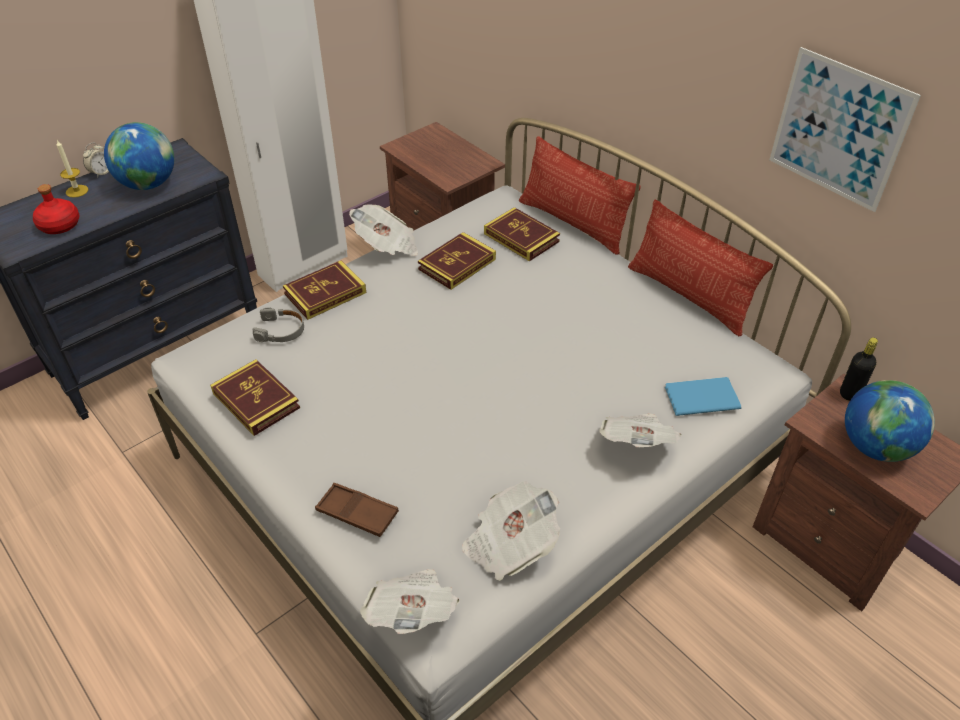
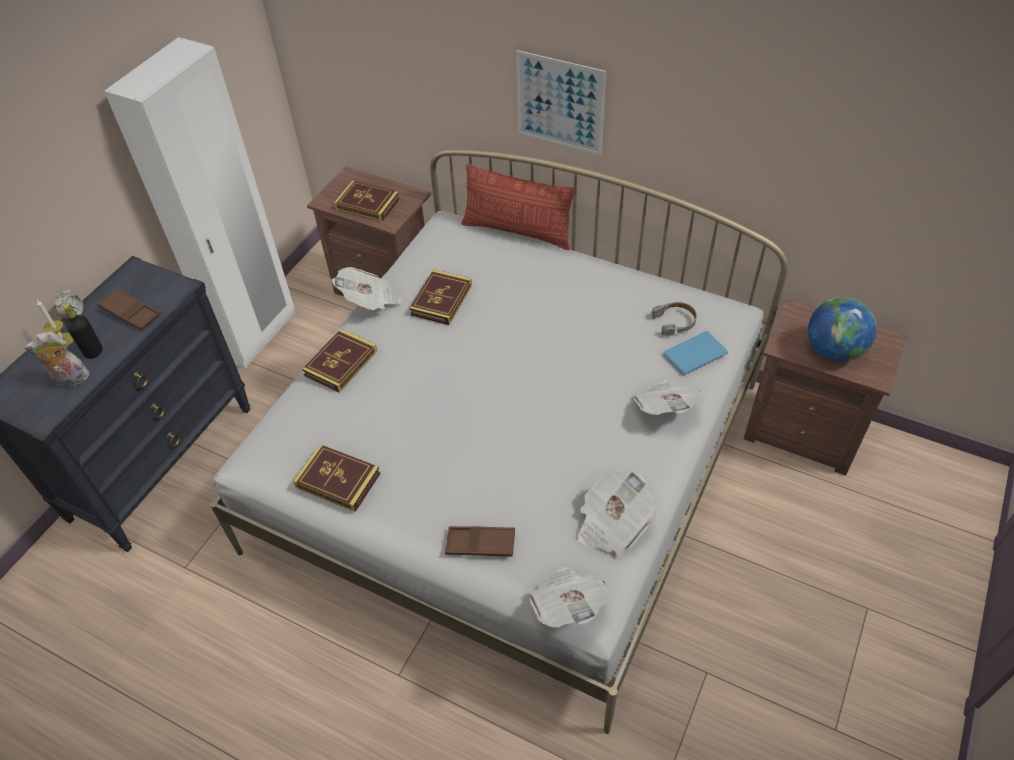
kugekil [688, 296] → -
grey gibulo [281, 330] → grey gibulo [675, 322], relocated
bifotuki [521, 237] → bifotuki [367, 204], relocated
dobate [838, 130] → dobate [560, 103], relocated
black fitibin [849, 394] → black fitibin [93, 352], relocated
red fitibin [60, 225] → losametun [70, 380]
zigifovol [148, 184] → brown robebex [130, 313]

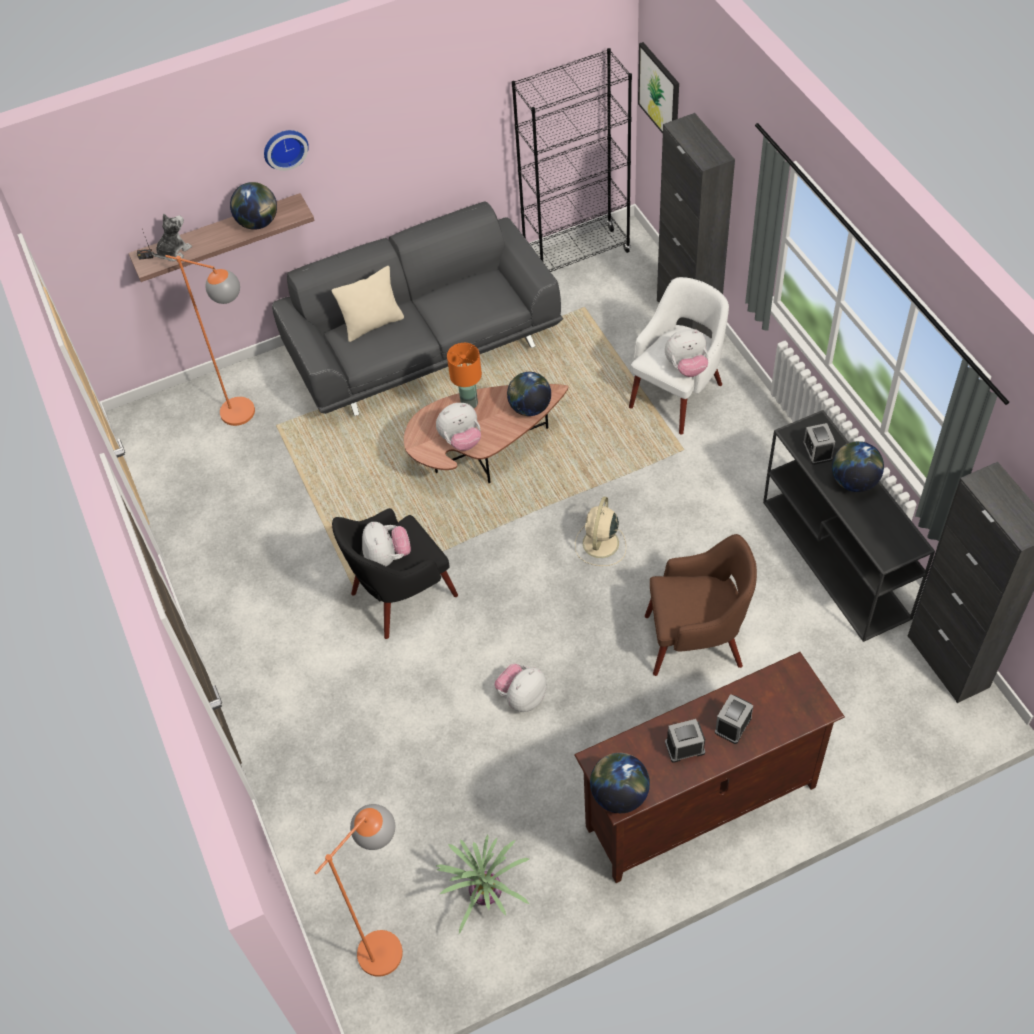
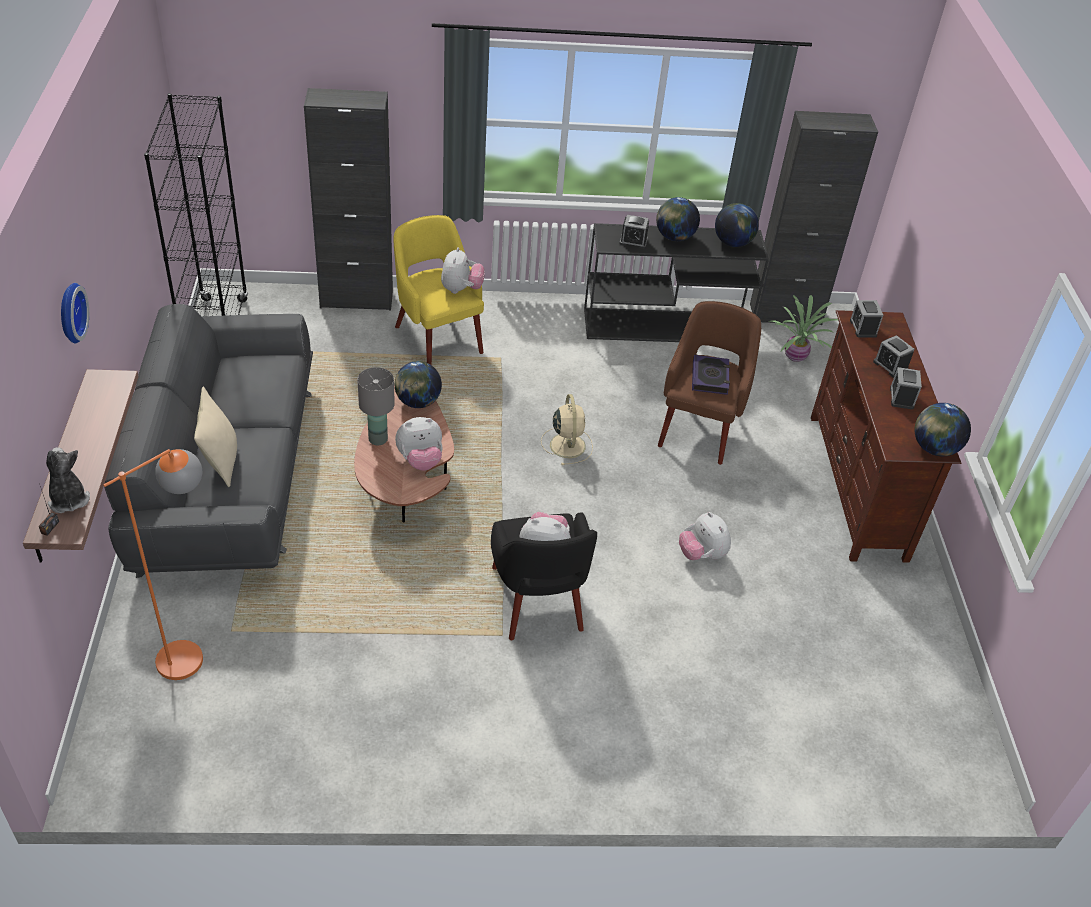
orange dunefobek [390, 940] → -
dobate [660, 93] → -
- → bifotuki [710, 378]
- → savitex [863, 328]
zigifovol [258, 223] → zigifovol [733, 242], relocated
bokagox [484, 894] → bokagox [796, 357], relocated
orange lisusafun [469, 403] → grey lisusafun [378, 439]
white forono [678, 394] → yellow forono [437, 337]
losametun [461, 440] → losametun [420, 460], 75 degrees clockwise
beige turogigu [600, 544] → beige turogigu [567, 444], 135 degrees counterclockwise

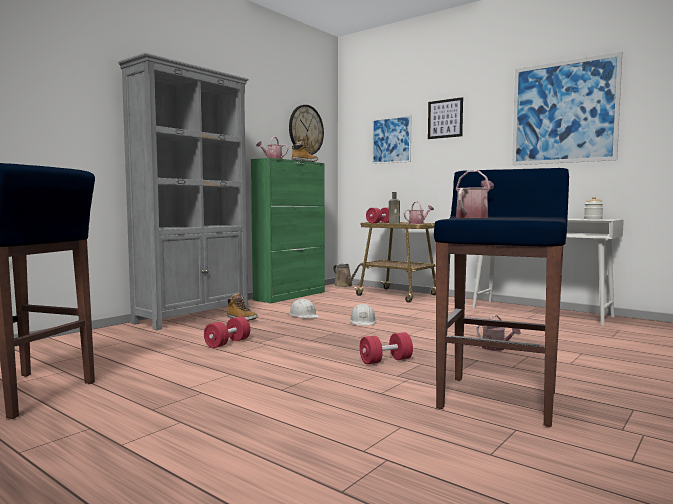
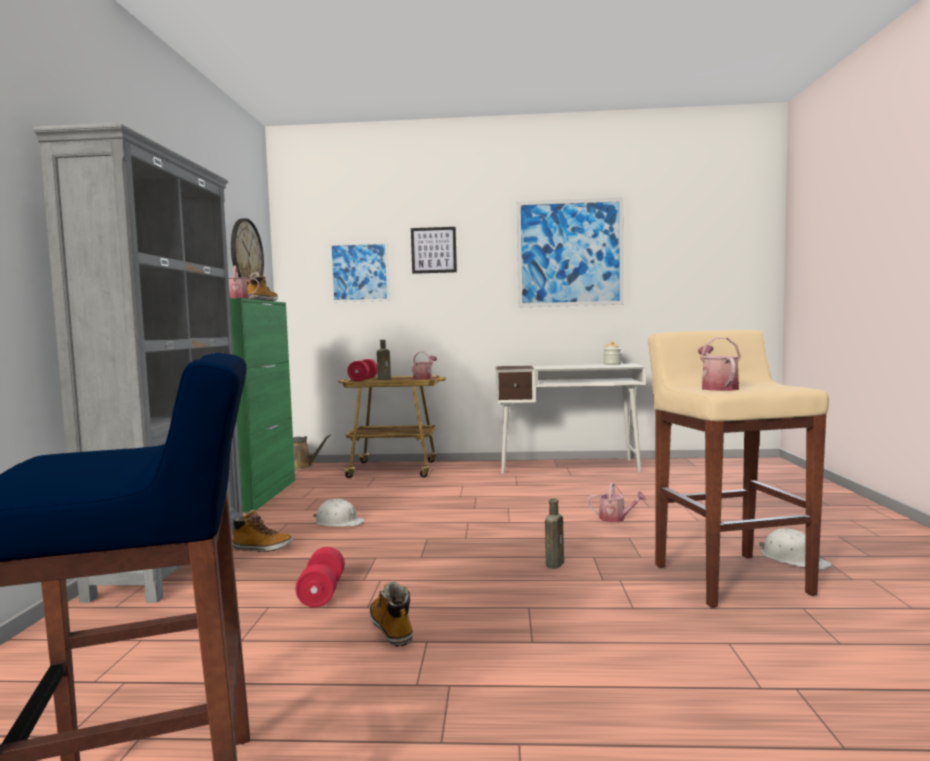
- → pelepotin [391, 629]
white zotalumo [363, 321] → white zotalumo [793, 559], relocated
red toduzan [385, 361] → brown fitibin [555, 563]
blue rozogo [498, 399] → beige rozogo [729, 578]

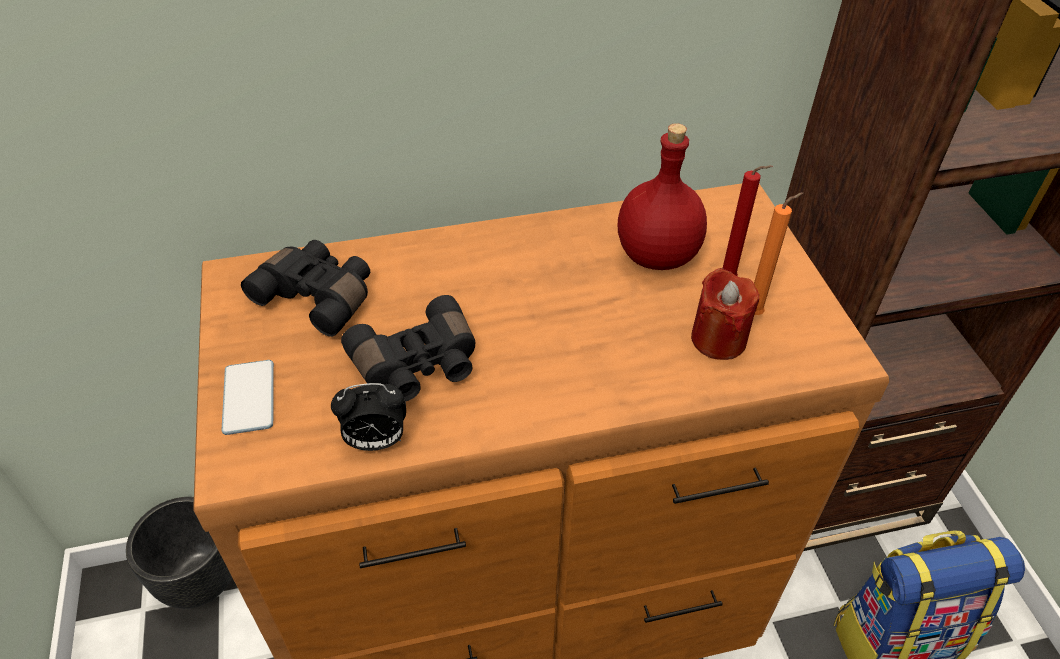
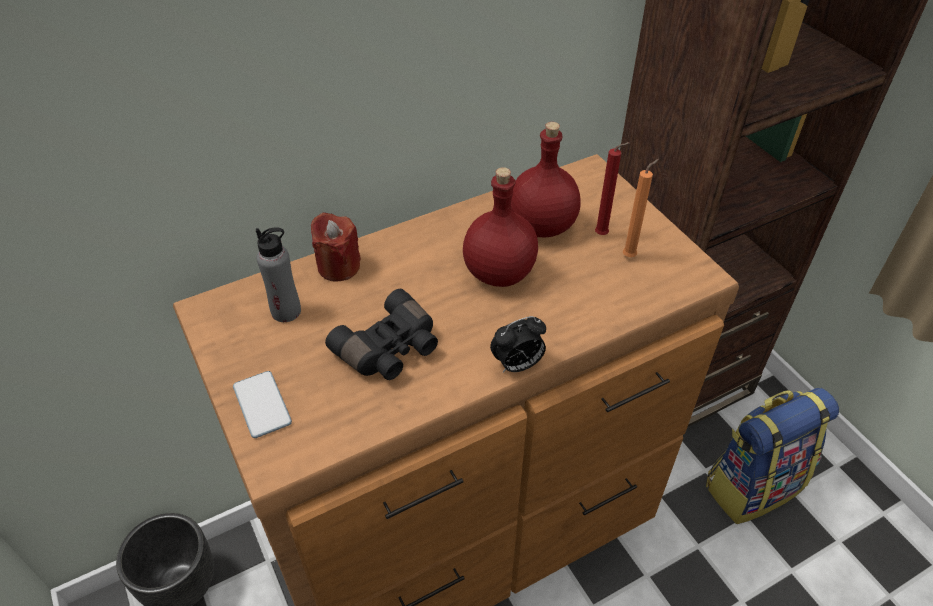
- → red fitibin [498, 272]
savitex [375, 441] → savitex [517, 365], relocated
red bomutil [718, 339] → red bomutil [338, 266], relocated
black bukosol [319, 296] → grey fitibin [286, 311]

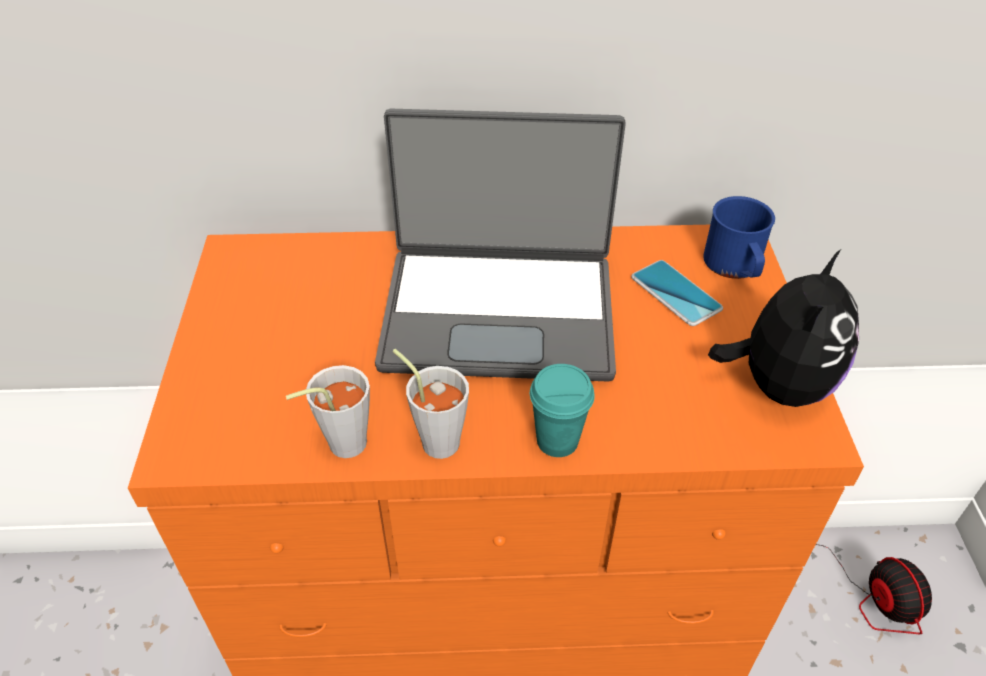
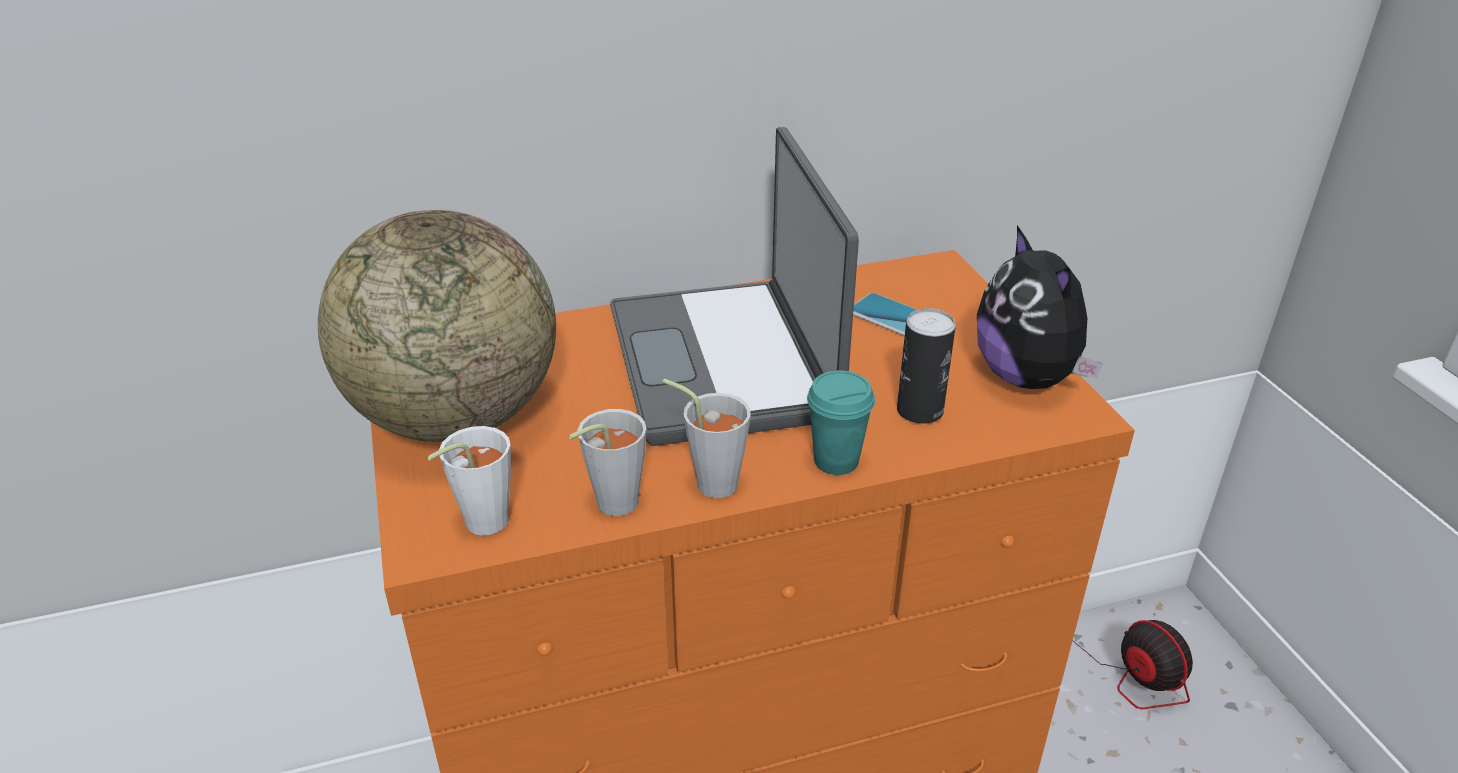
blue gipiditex [735, 267] → -
- → zigifovol [455, 417]
- → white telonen [478, 526]
- → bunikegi [919, 411]
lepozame [499, 312] → lepozame [726, 362], 90 degrees clockwise
losametun [778, 384] → losametun [1028, 377], 150 degrees clockwise

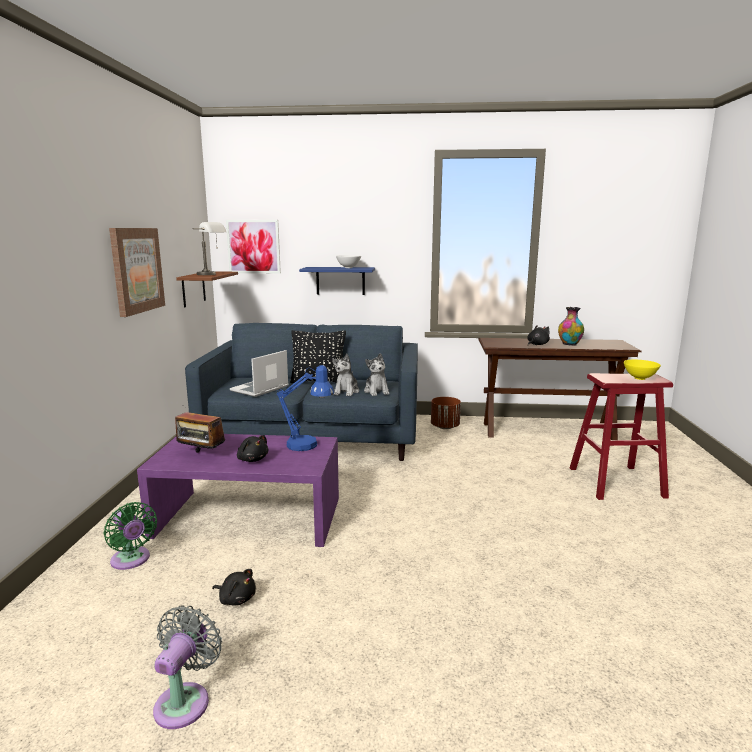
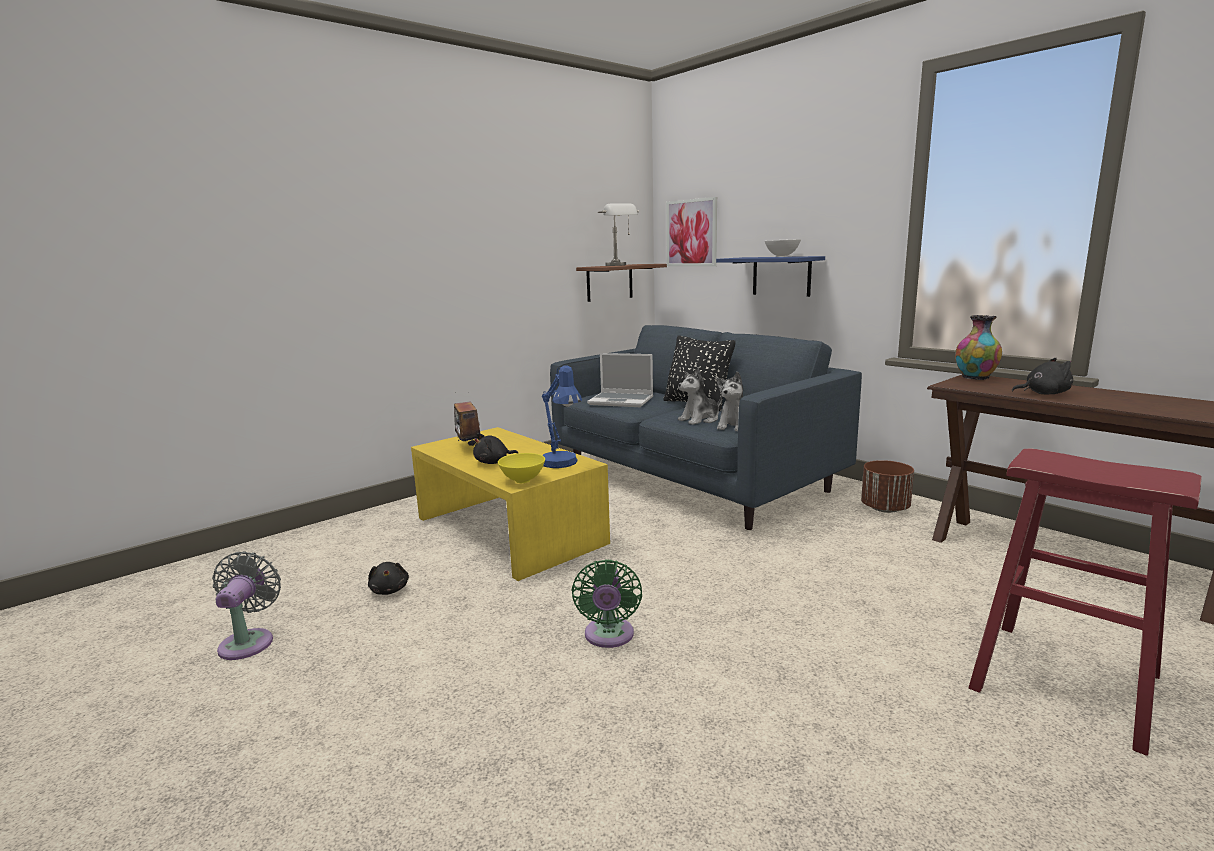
dobate [136, 270] → -
green turogigu [131, 560] → green turogigu [608, 637], relocated
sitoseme [569, 344] → sitoseme [975, 378], relocated
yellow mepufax [639, 378] → yellow mepufax [522, 480], relocated
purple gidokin [249, 517] → yellow gidokin [510, 530]
grey turogigu [185, 700] → grey turogigu [249, 641], 60 degrees counterclockwise
lepozame [260, 389] → lepozame [622, 401], 150 degrees counterclockwise
black losametun [252, 459] → black losametun [493, 462], 60 degrees clockwise

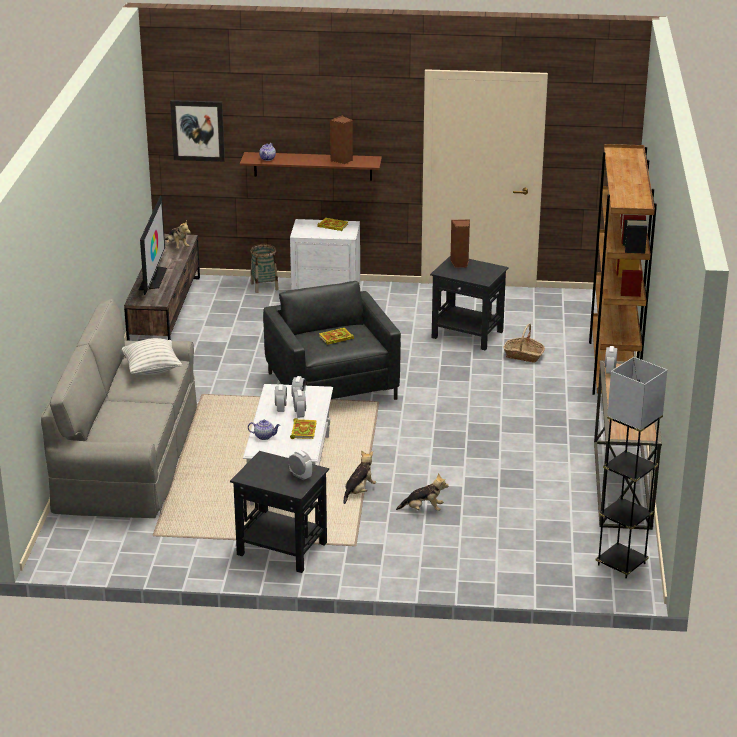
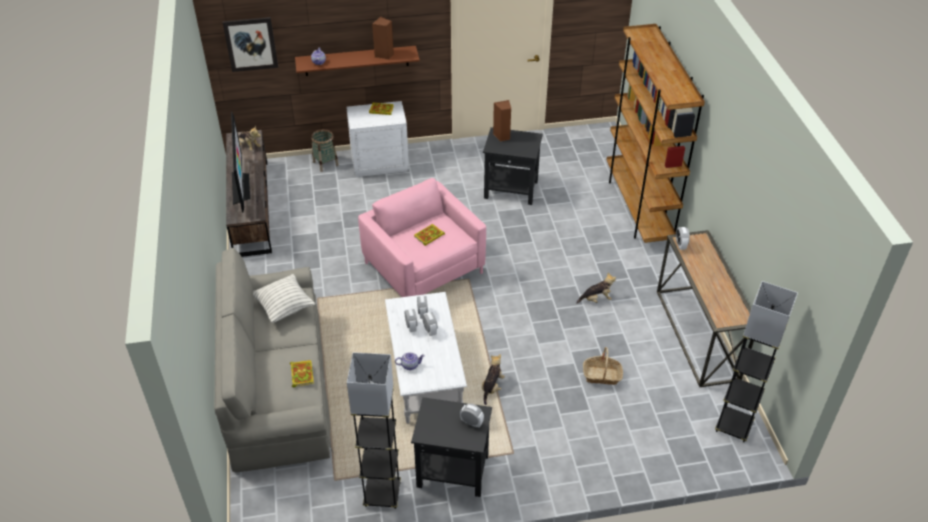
- → grey dunefobek [382, 494]
bifotuki [303, 430] → bifotuki [301, 374], relocated
losametun [423, 510] → losametun [596, 299], relocated
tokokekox [523, 355] → tokokekox [602, 375], relocated
grey forono [332, 386] → pink forono [423, 268]

